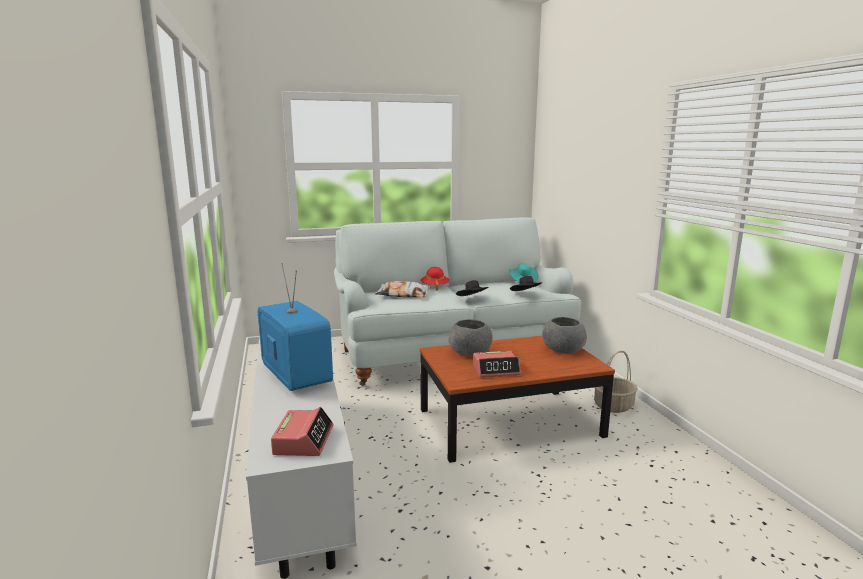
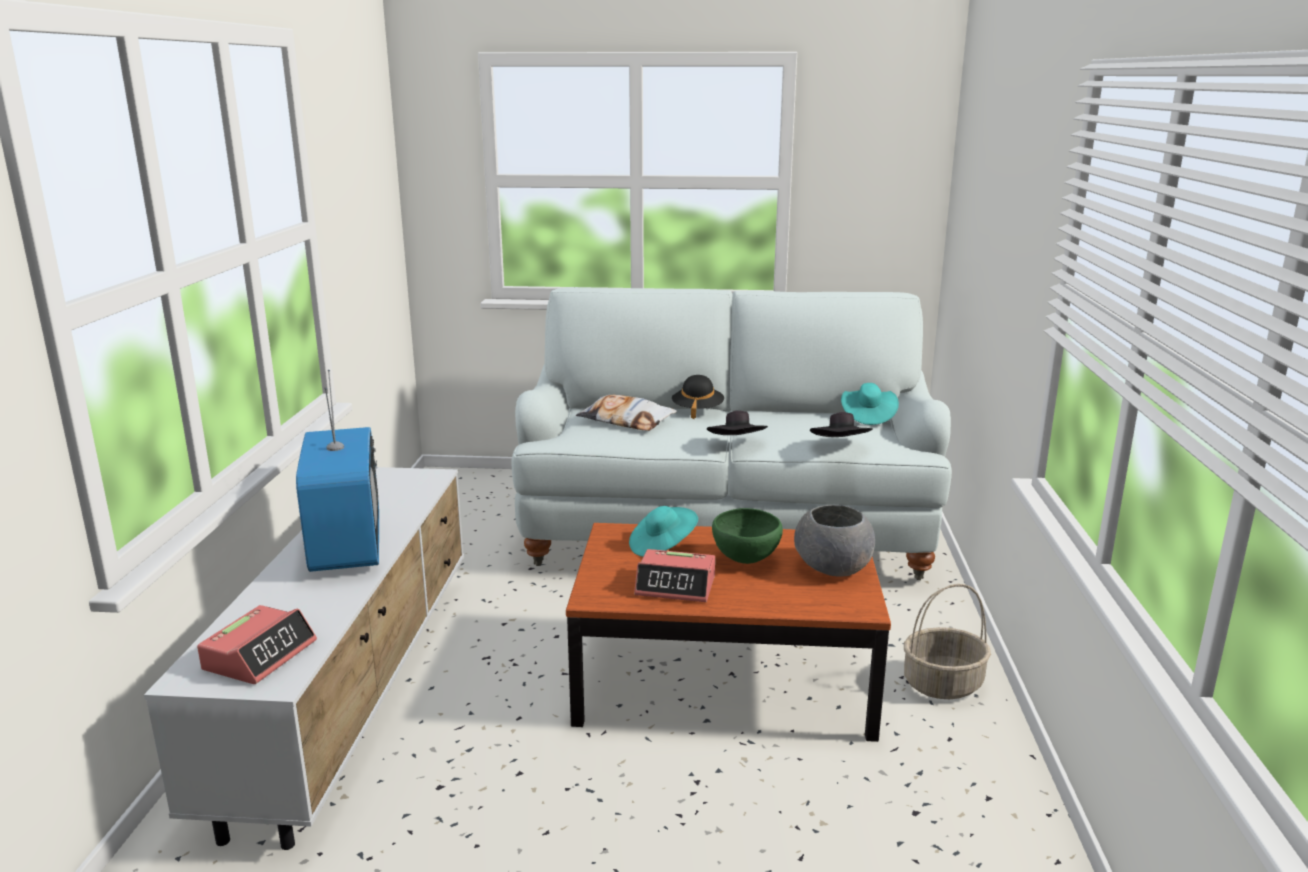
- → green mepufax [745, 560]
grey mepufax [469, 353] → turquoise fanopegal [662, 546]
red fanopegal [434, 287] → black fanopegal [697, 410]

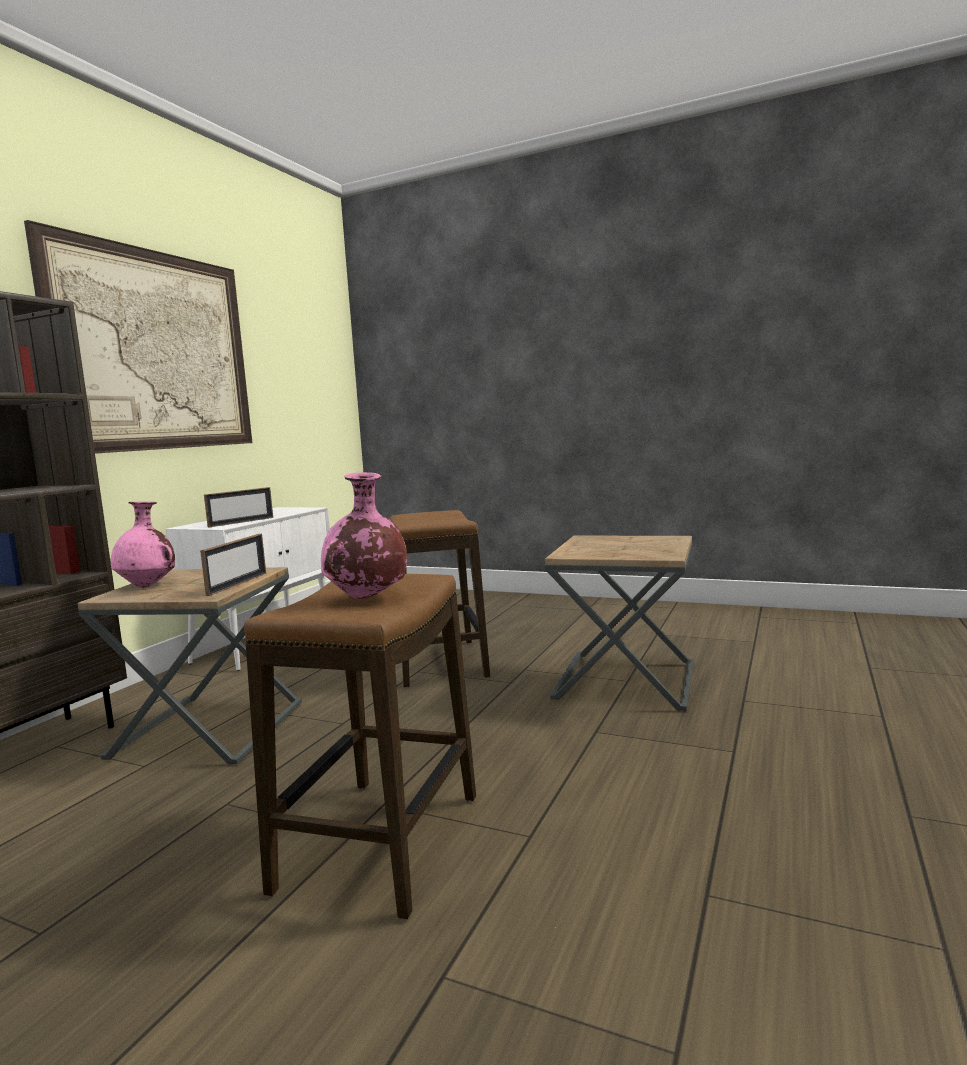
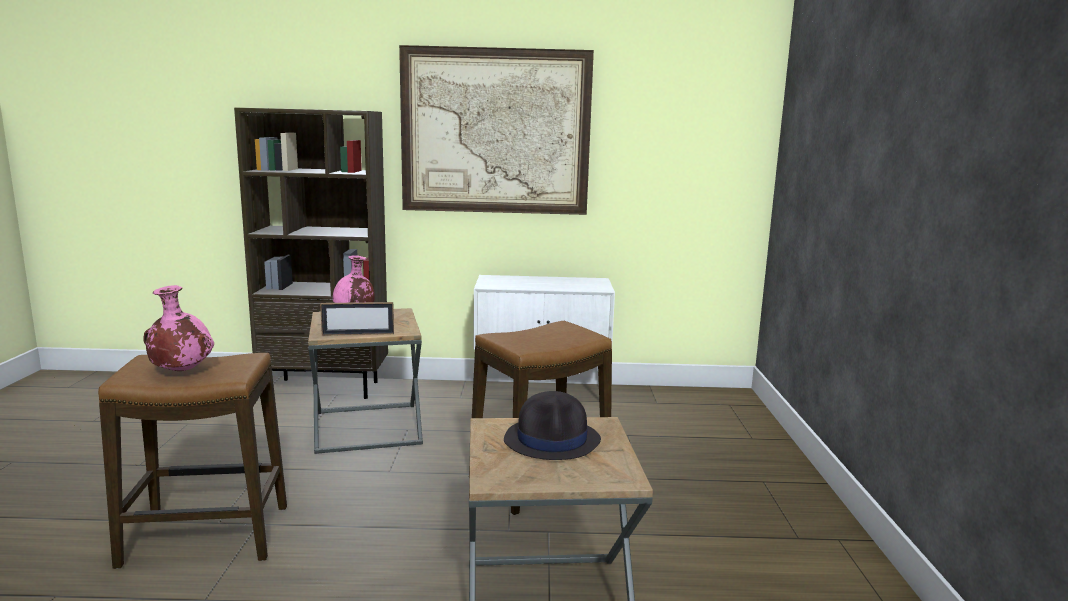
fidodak [241, 522] → -
- → black fanopegal [553, 440]

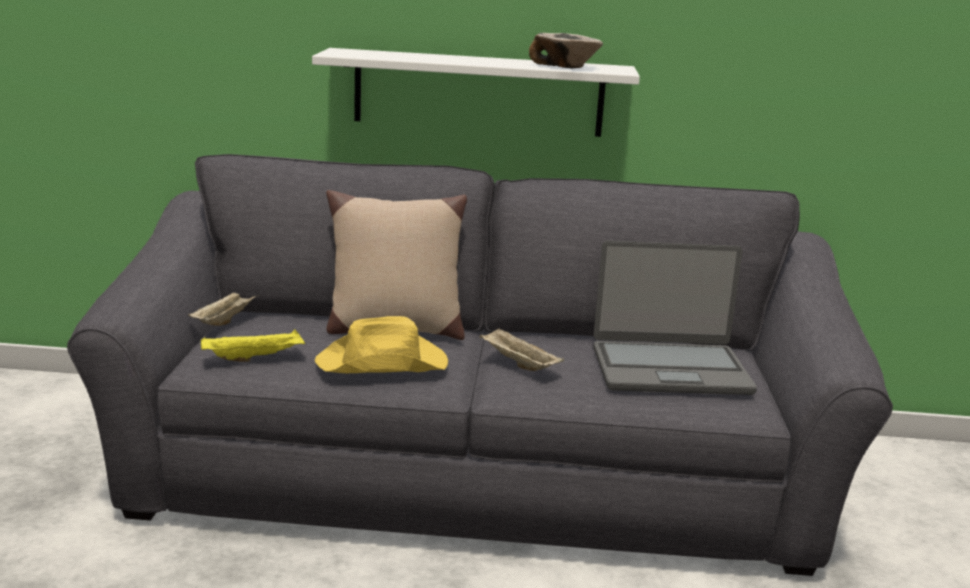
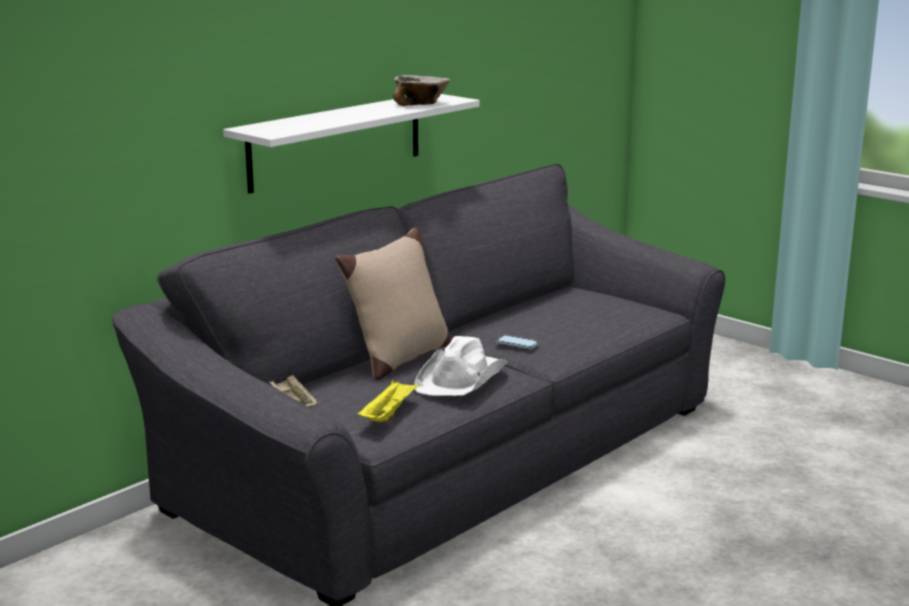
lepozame [670, 369] → -
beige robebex [517, 363] → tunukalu [517, 343]
yellow fanopegal [383, 364] → white fanopegal [462, 378]

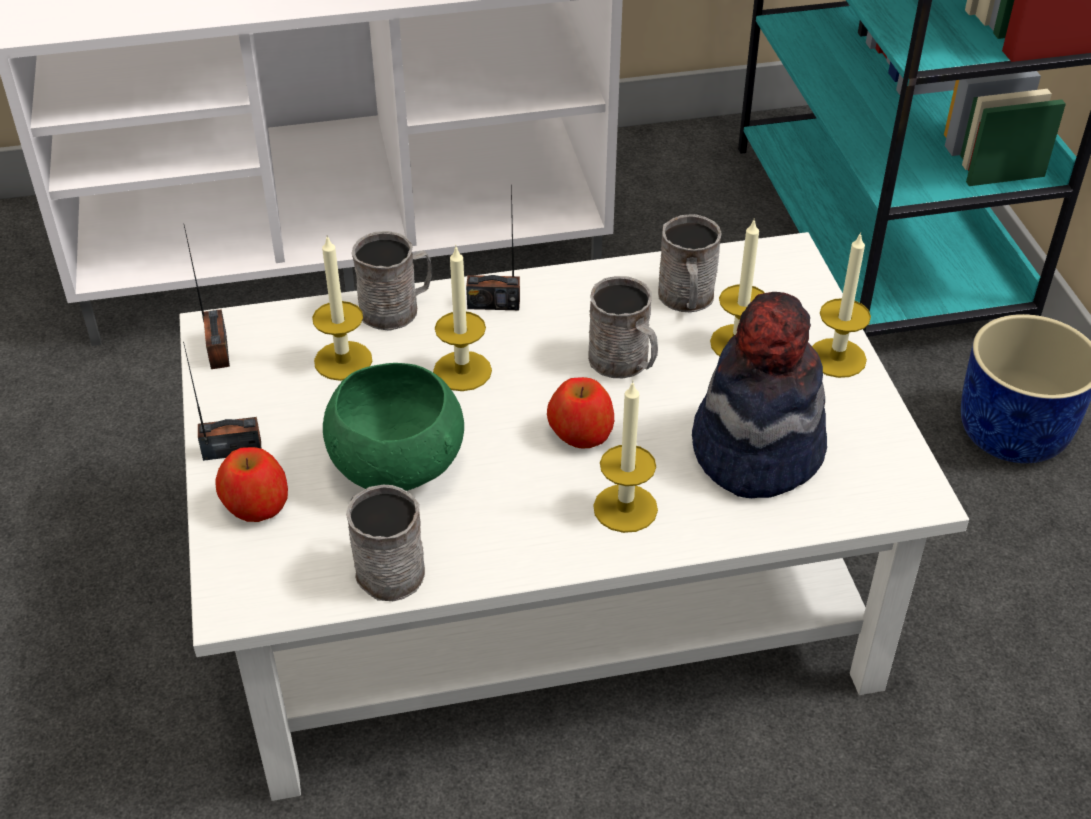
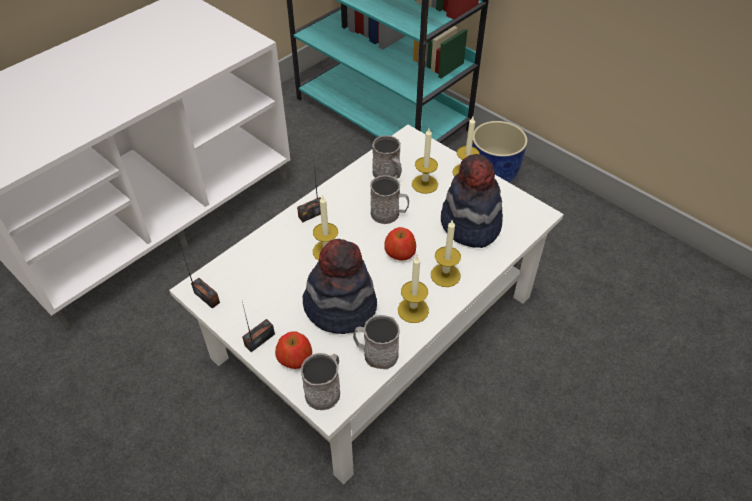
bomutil [343, 360] → bomutil [413, 310], relocated
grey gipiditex [397, 309] → grey gipiditex [325, 390], relocated
green mepufax [398, 466] → fanopegal [340, 307]

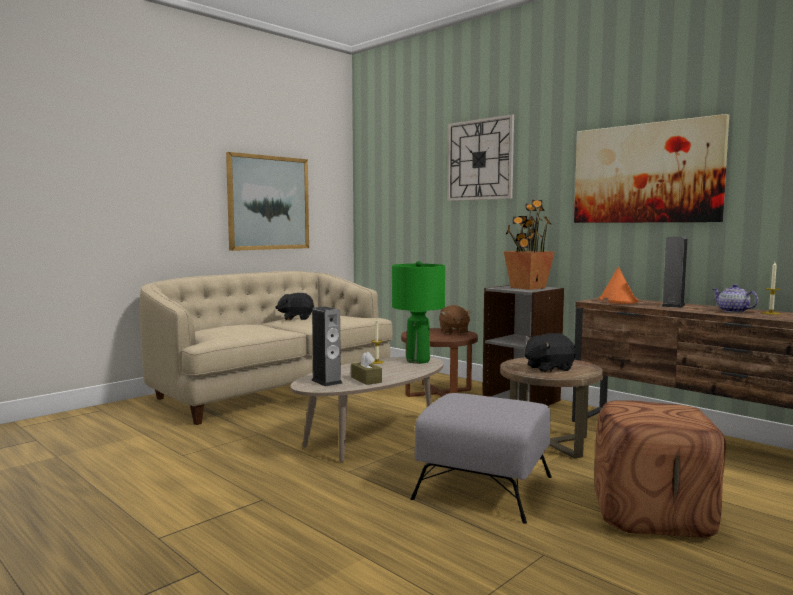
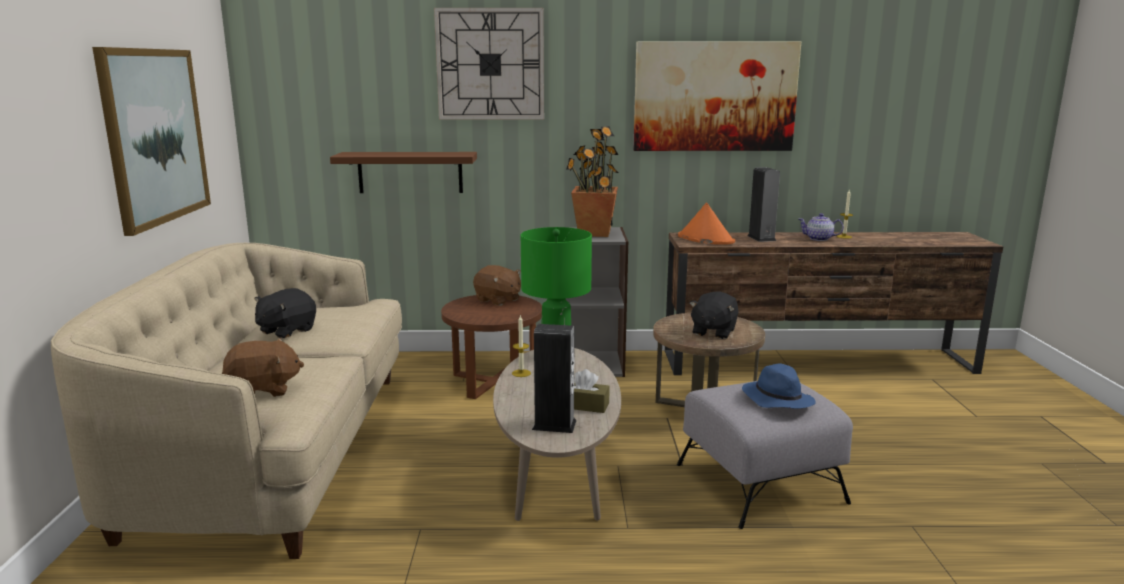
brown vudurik [653, 515] → -
- → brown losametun [263, 390]
- → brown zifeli [410, 172]
- → blue fanopegal [776, 399]

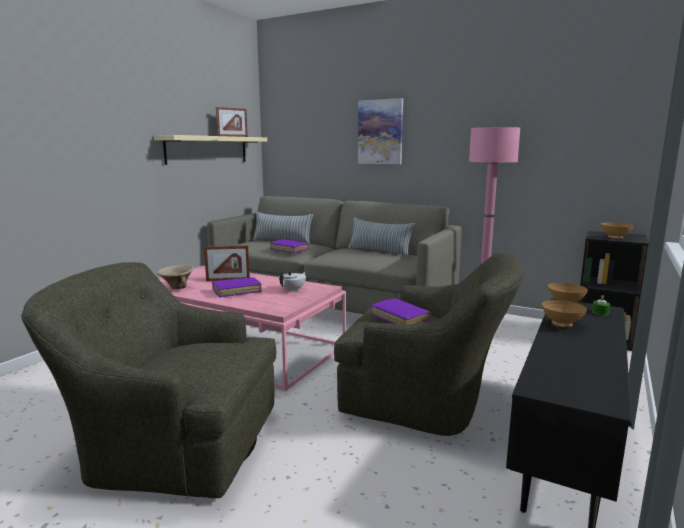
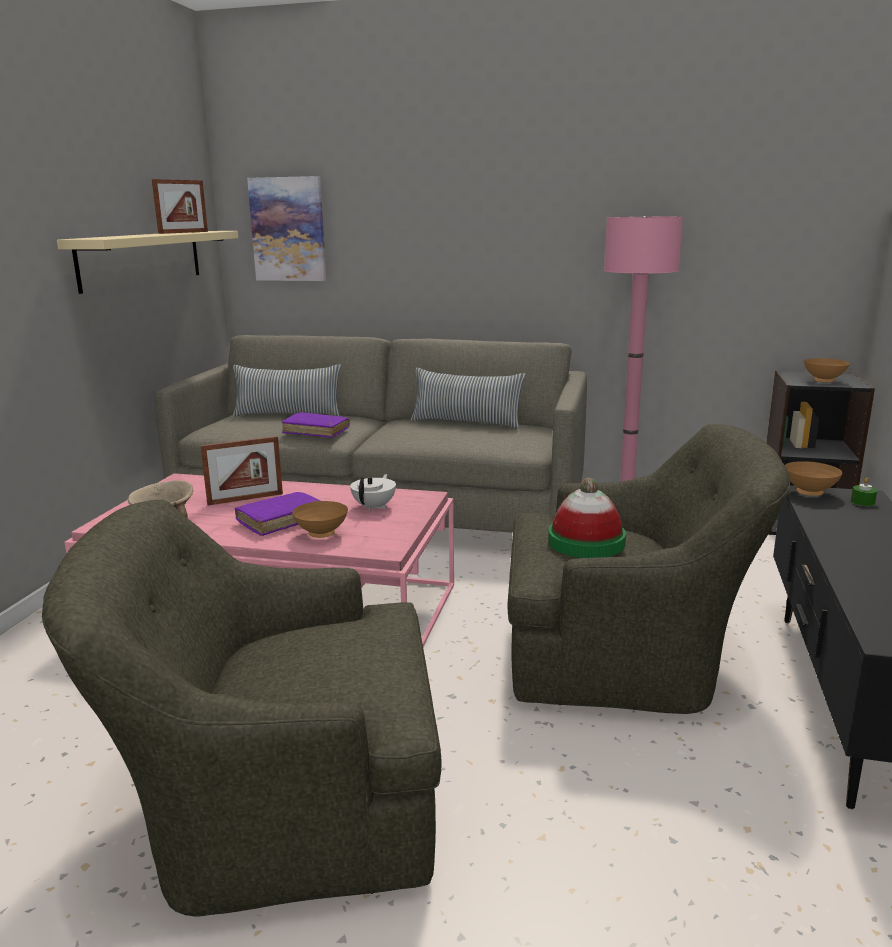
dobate [380, 132] → dobate [288, 229], relocated
brown mepufax [560, 324] → brown mepufax [320, 535], relocated
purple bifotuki [400, 318] → fanopegal [586, 542]

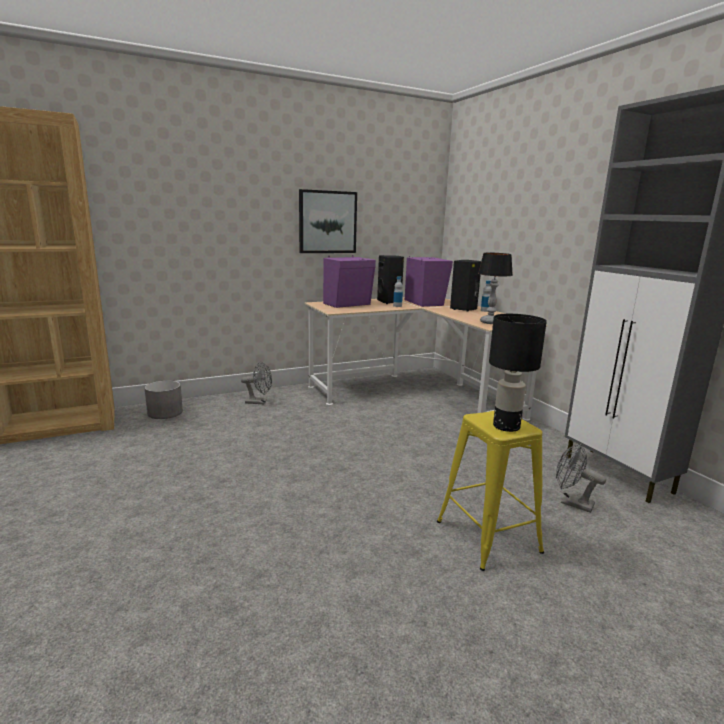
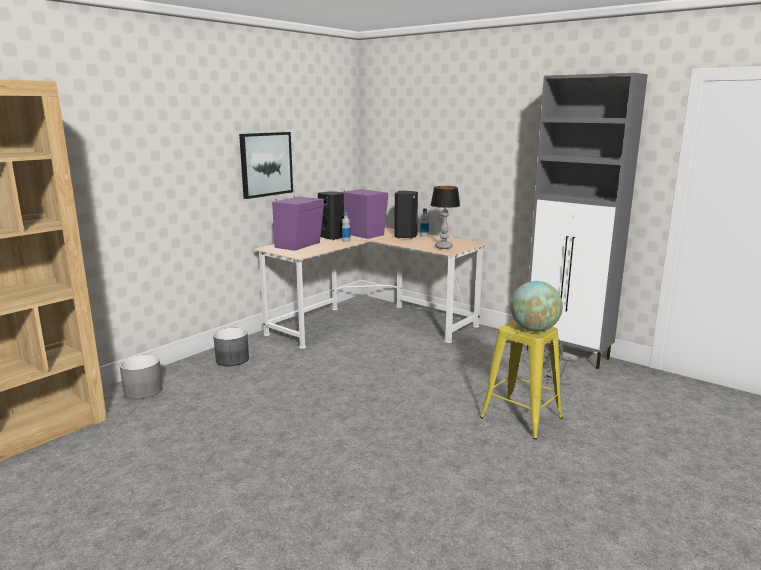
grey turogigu [259, 402] → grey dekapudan [232, 360]
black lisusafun [506, 426] → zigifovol [534, 329]

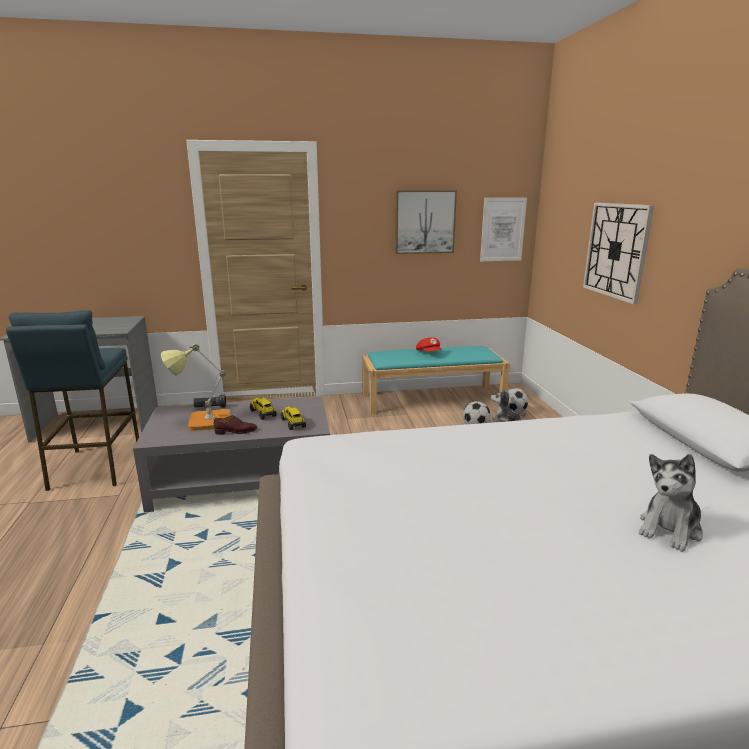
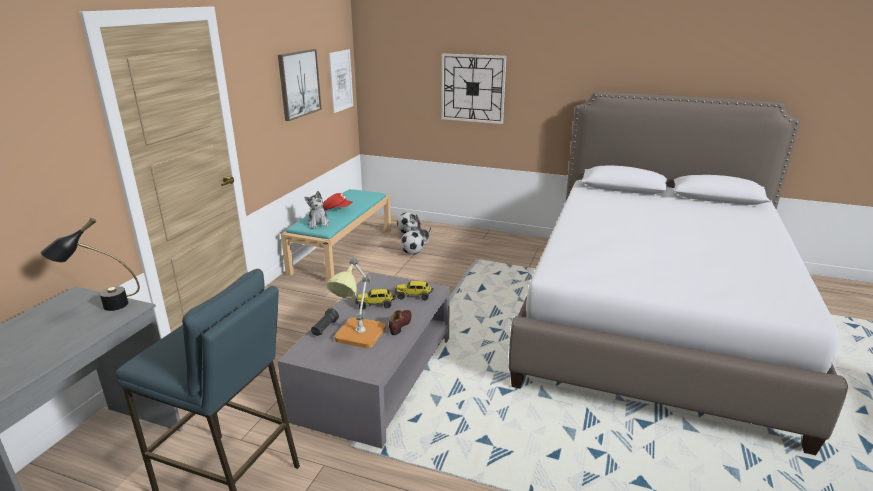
- → black lisusafun [103, 307]
losametun [670, 529] → losametun [318, 223], relocated

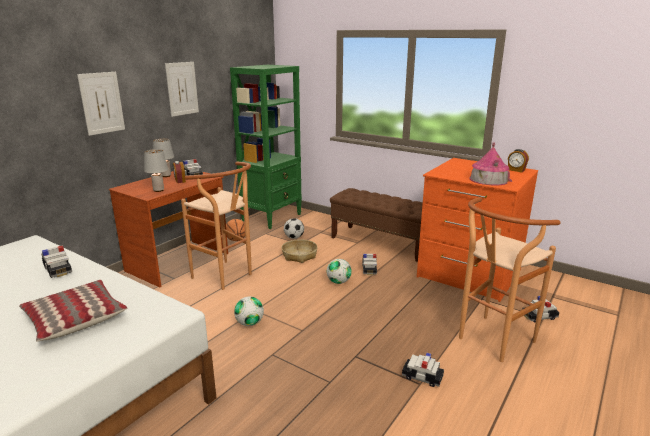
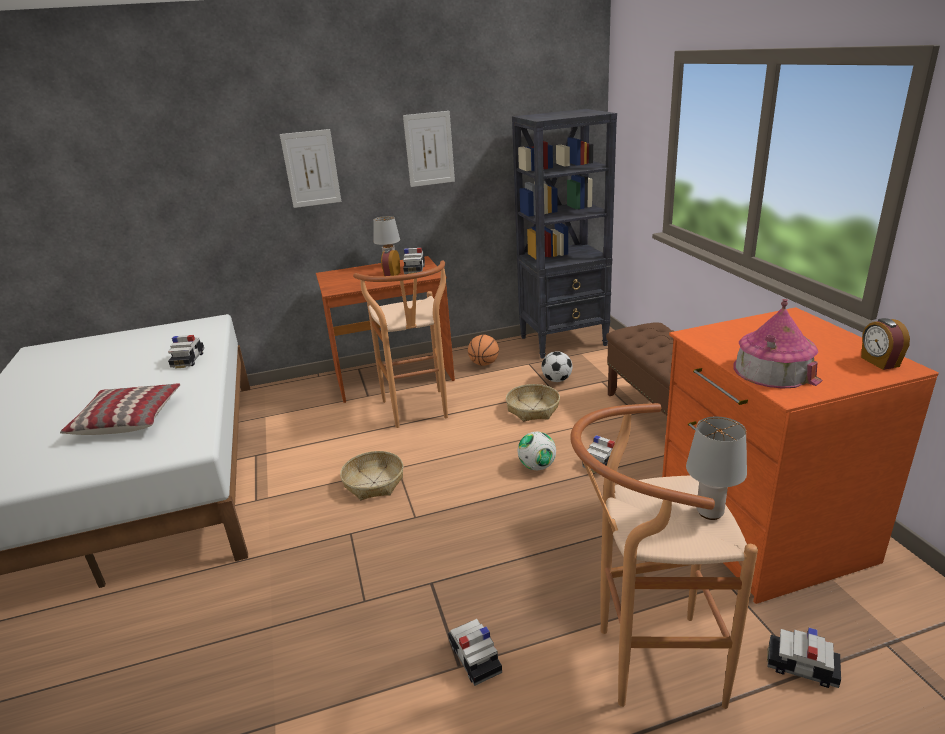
grey lisusafun [158, 190] → grey lisusafun [709, 512], relocated
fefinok [249, 323] → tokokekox [373, 483]
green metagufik [272, 217] → black metagufik [564, 341]

